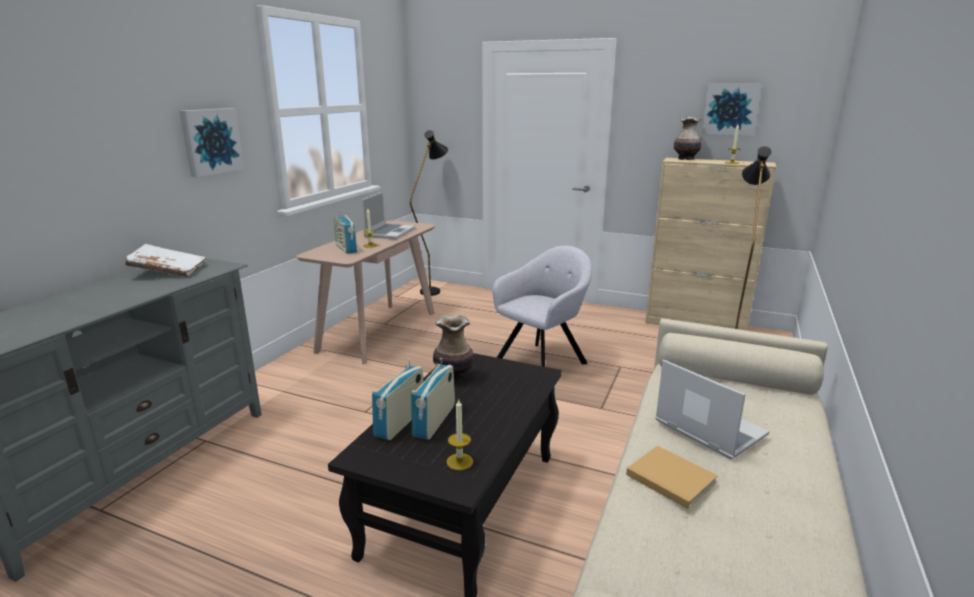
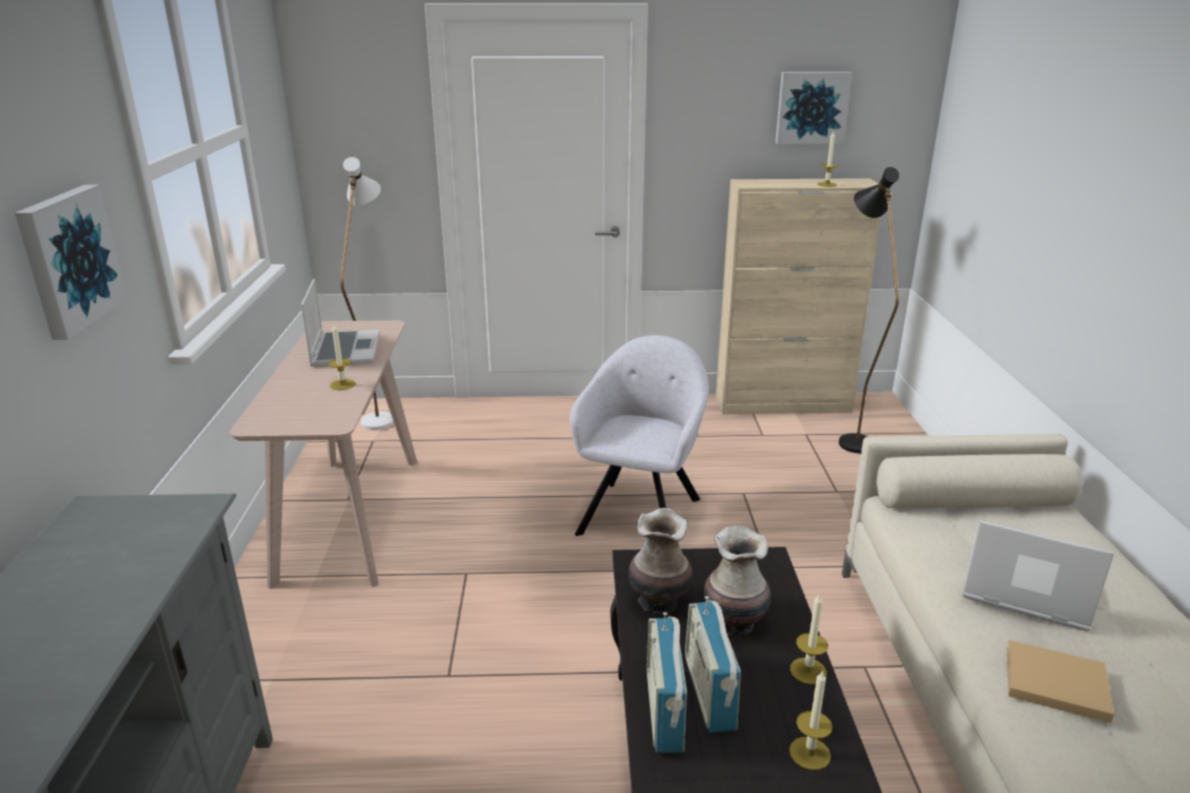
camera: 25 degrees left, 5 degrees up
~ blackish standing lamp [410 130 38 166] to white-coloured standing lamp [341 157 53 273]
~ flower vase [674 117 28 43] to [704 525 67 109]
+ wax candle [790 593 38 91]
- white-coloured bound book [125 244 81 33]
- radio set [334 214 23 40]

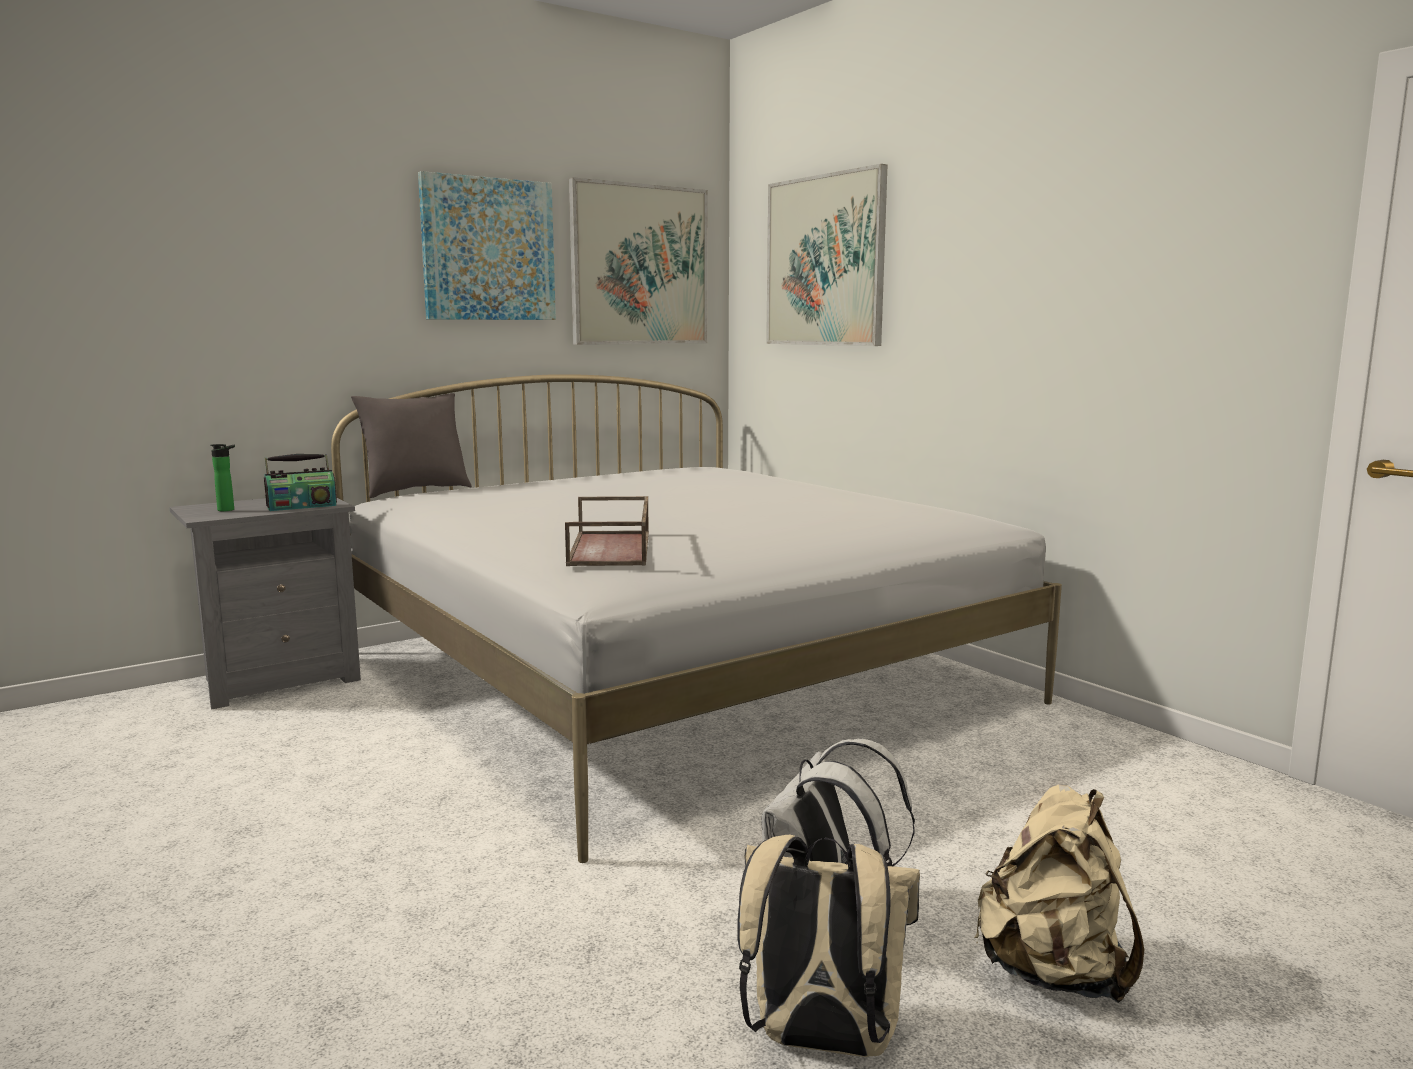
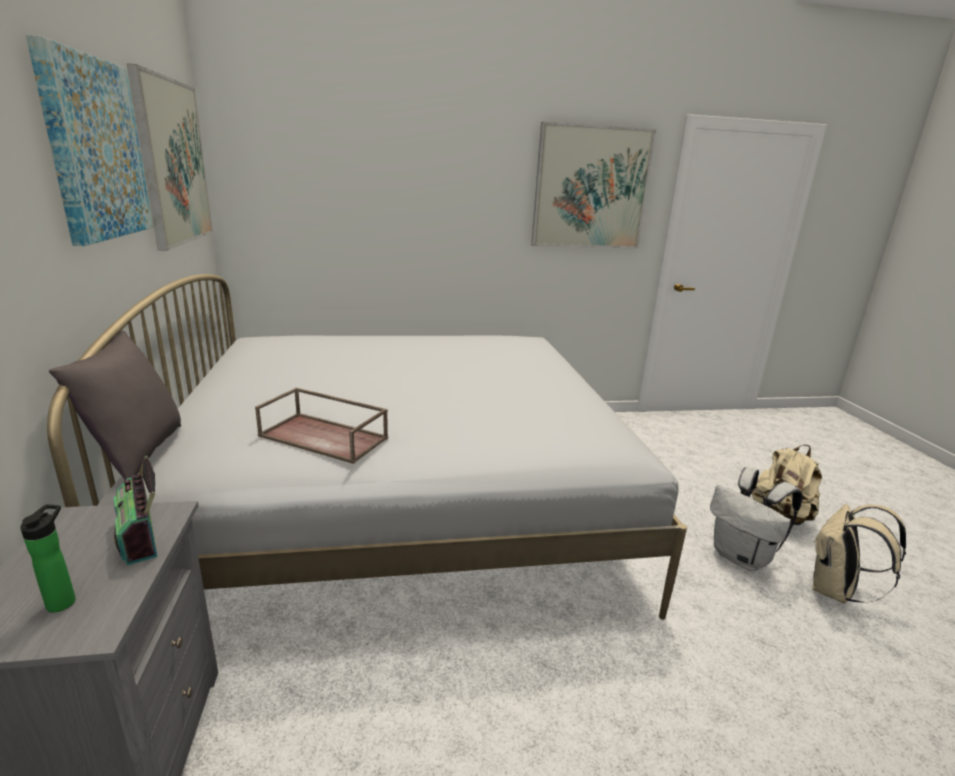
camera: 65 degrees left, 10 degrees up
~ radio set [264 454 73 57] = [114 456 43 109] 150 degrees clockwise
~ brown-coloured serving tray [565 496 84 70] to [255 388 133 76]
~ wall art [766 164 122 182] to [531 122 125 127]

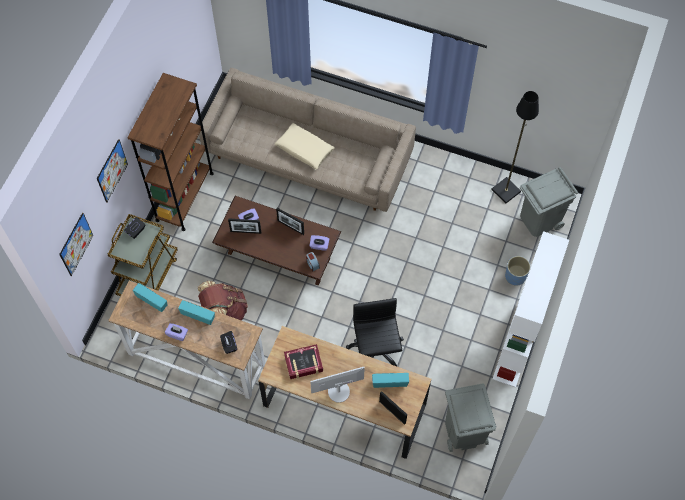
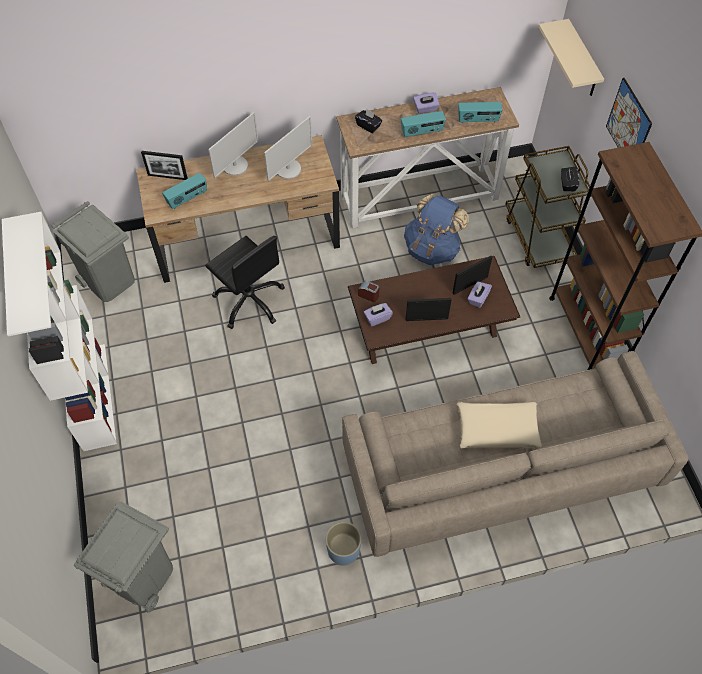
camera: 145 degrees right, 5 degrees down
~ bound book [284 344 39 35] to computer screen [264 116 48 65]
~ blue plant pot [505 256 26 29] to [325 522 36 44]
~ brown-coloured knapsack [198 280 50 41] to blue knapsack [404 194 65 71]
~ wall art [59 213 34 63] to beige-coloured wall shelf [538 19 66 77]
- blackish standing lamp [491 91 48 112]

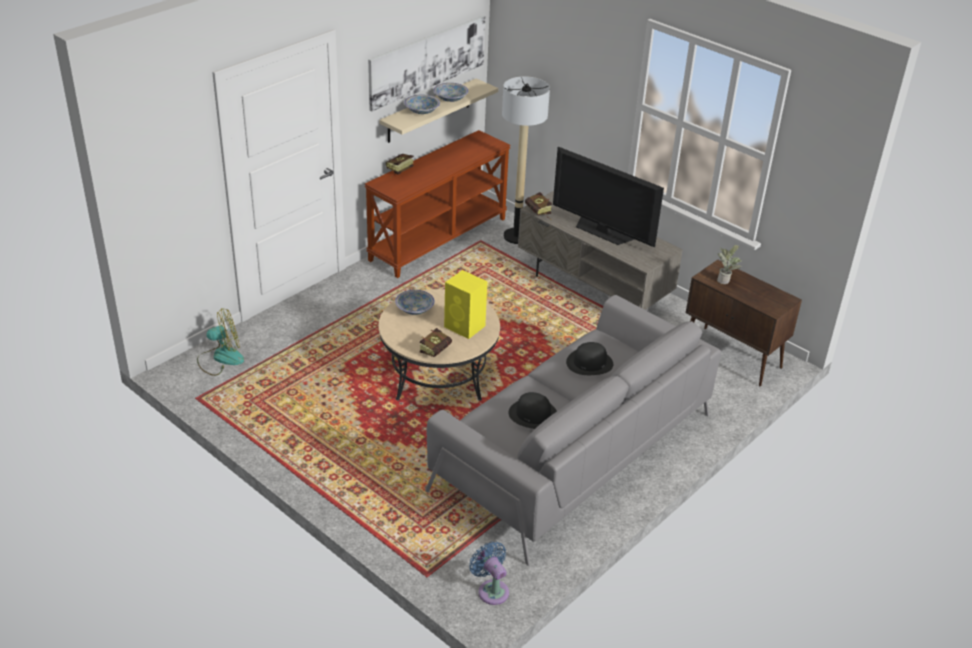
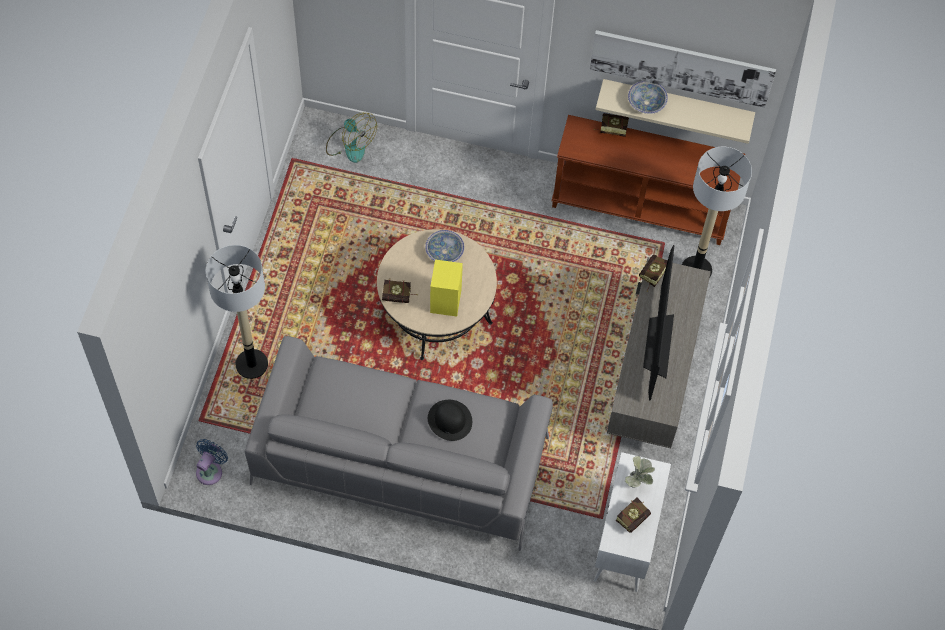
camera: 60 degrees right, 25 degrees up
+ standing lamp [206 245 62 134]
~ brown-coloured cupboard [686 260 116 126] to white-coloured cupboard [594 452 77 140]
+ bound book [616 498 35 35]
- deep dish [433 83 35 19]
- blackish wearable hat [509 392 48 37]

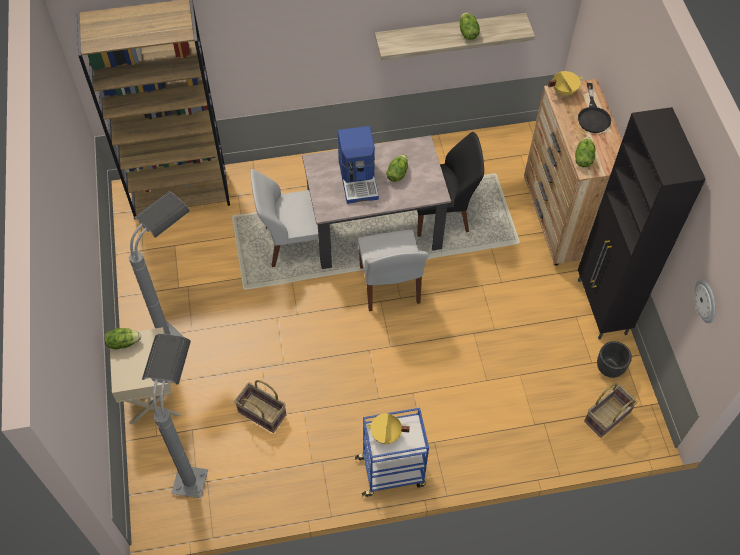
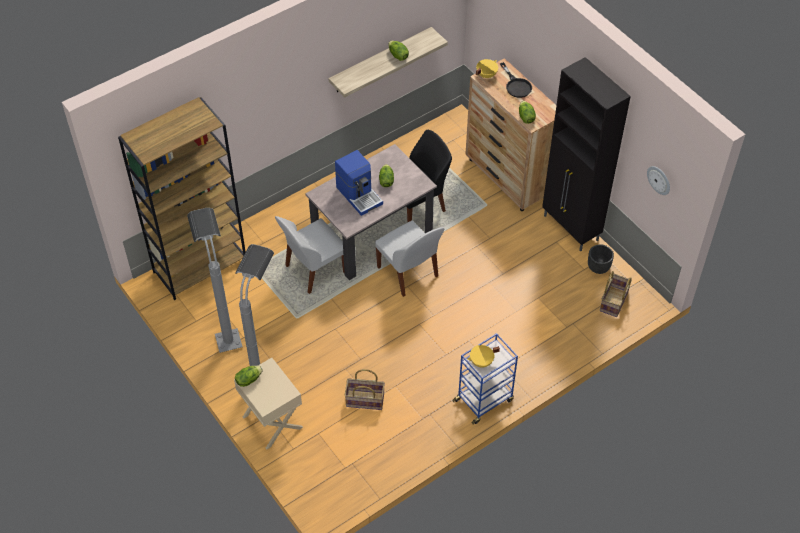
camera: 25 degrees left, 5 degrees down
~ gray standing lamp [142 334 66 164] to [187 208 55 145]

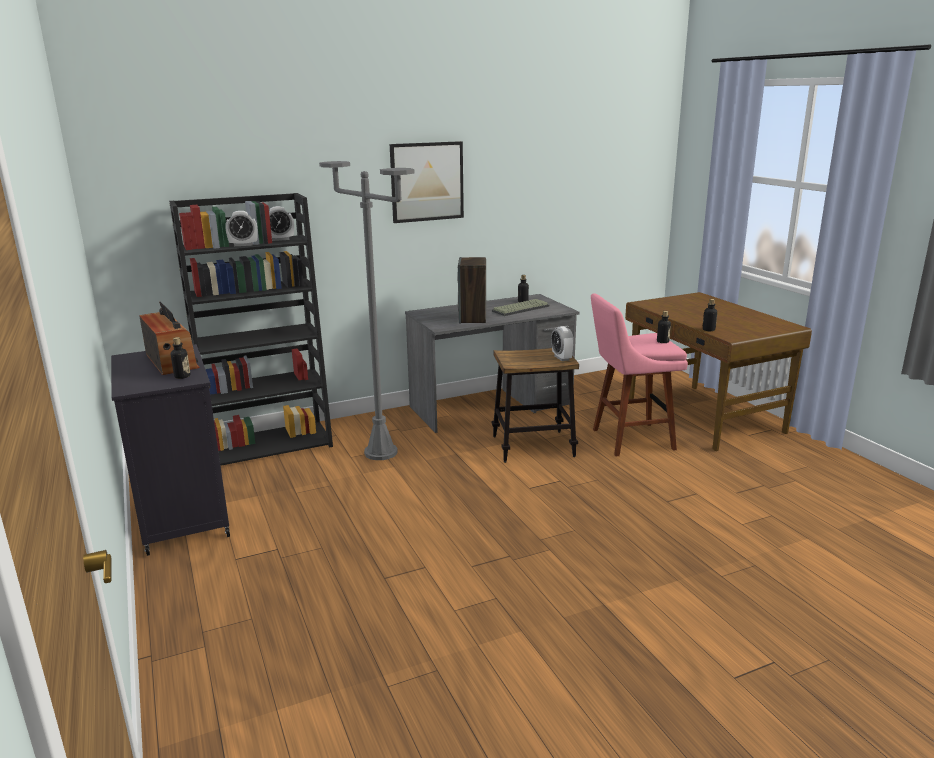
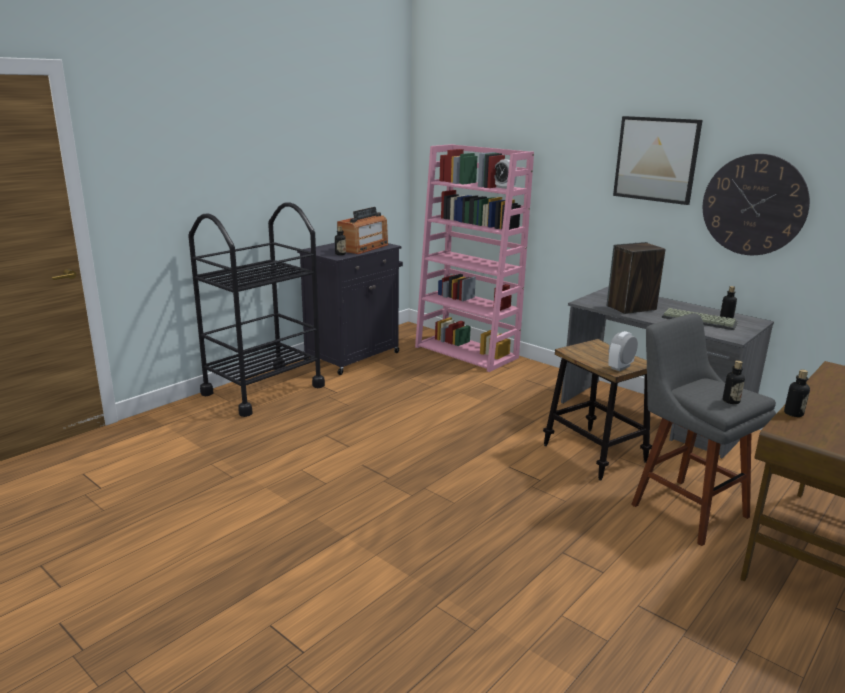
camera: 65 degrees right, 0 degrees up
+ blackish wheeled cart [188 202 137 215]
~ blackish shelving unit [169 193 164 273] to pinkish shelving unit [415 144 119 228]
~ pinkish stool [591 293 97 164] to gray stool [631 313 145 233]
+ hanging clock [703 154 107 101]
- bedside clock [225 211 33 35]
- gray standing lamp [319 161 95 299]

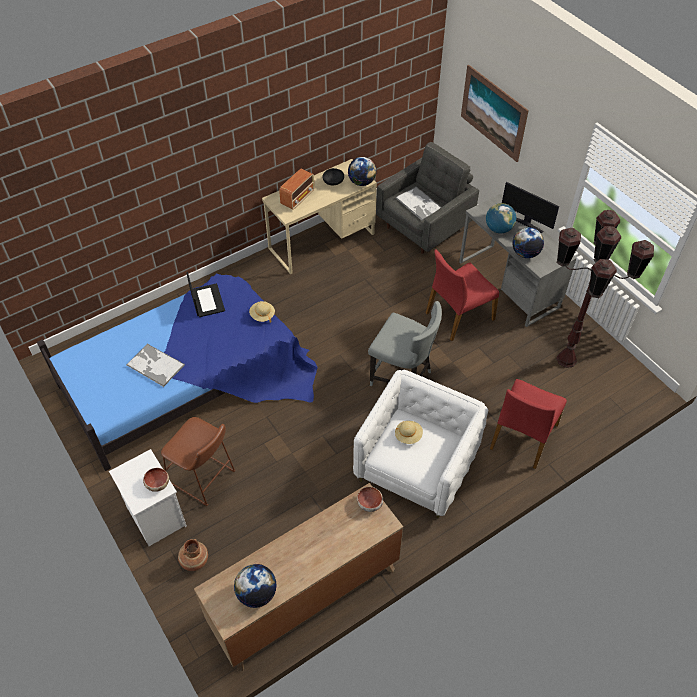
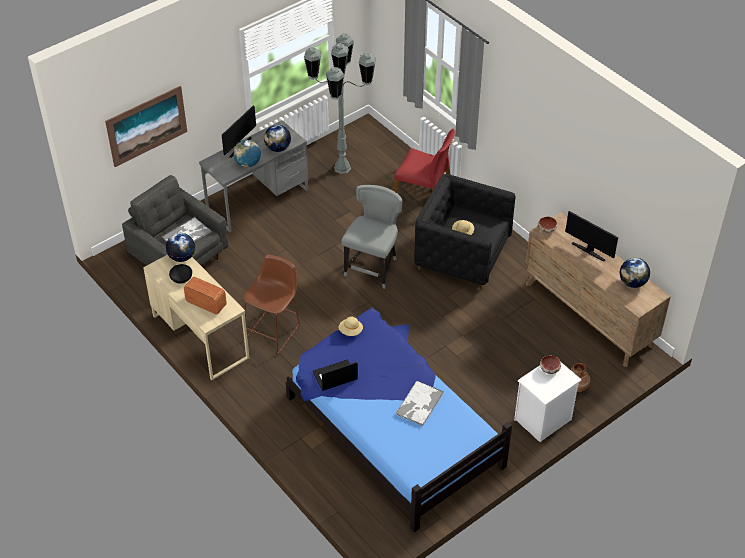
camera: 95 degrees left, 5 degrees down
~ brown-coloured stool [161 417 75 89] to [243 255 57 100]
~ brown-coloured standing lamp [556 210 98 158] to gray standing lamp [304 33 72 141]
~ white-coloured easy chair [353 370 135 149] to blackish easy chair [414 174 102 116]
+ computer screen [565 211 53 50]
- red upright chair [426 250 73 91]

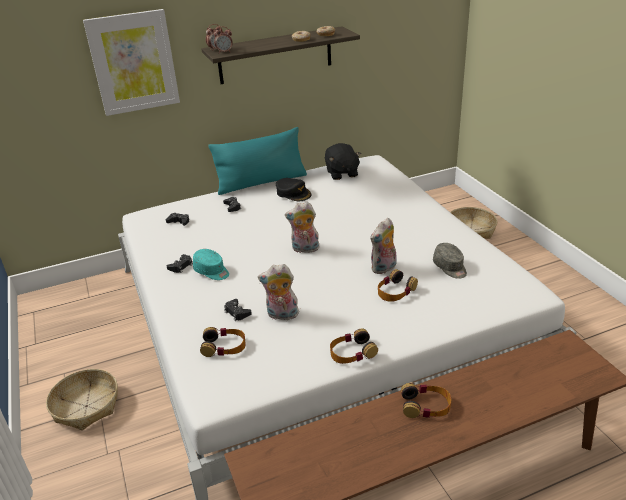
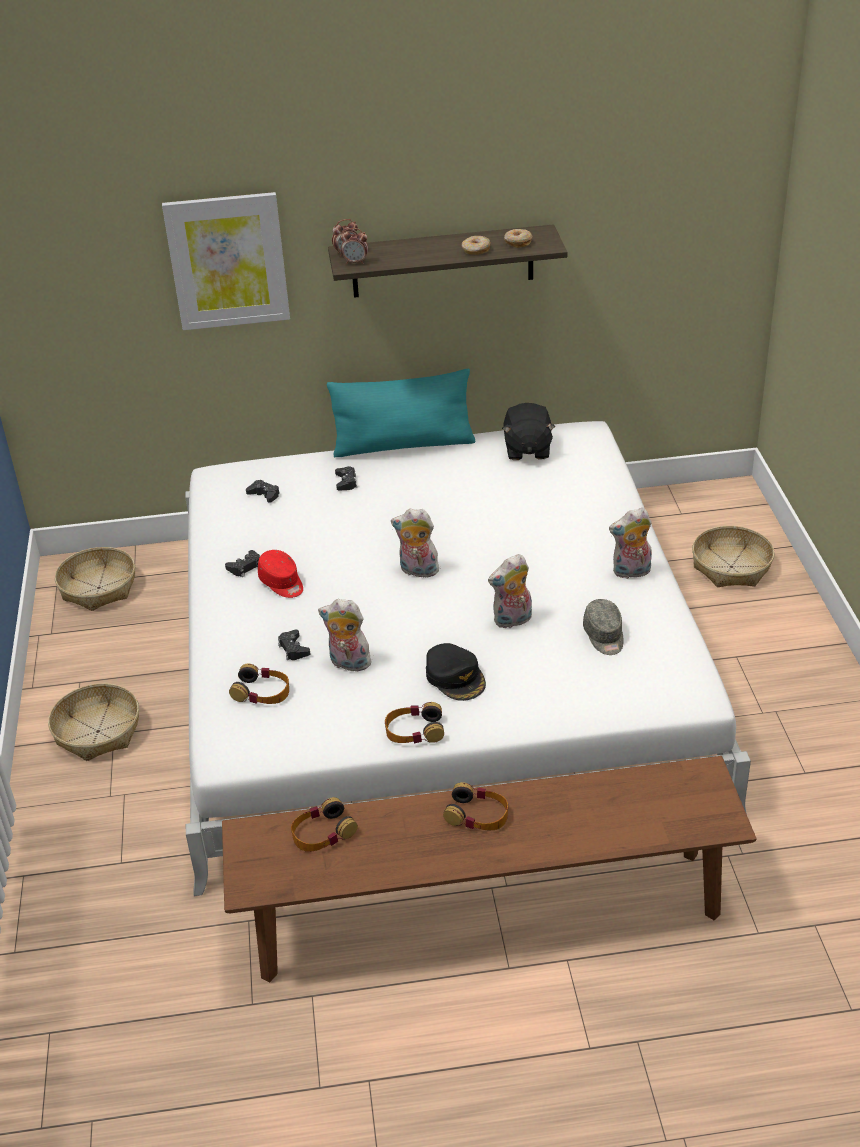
camera: 15 degrees right, 5 degrees up
+ basket [55 547 80 64]
~ turquoise-coloured cap [193 249 36 31] to red cap [258 550 45 48]
~ headphones [378 269 40 33] to [291 797 67 55]
~ blackish cap [276 178 35 23] to [426 643 60 58]
+ plush toy [609 508 43 71]

